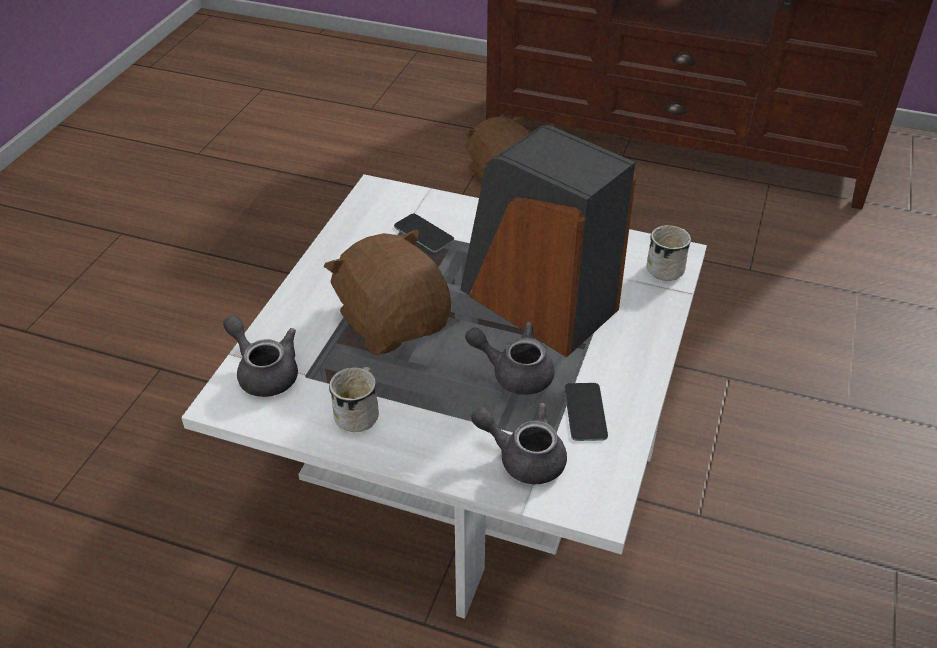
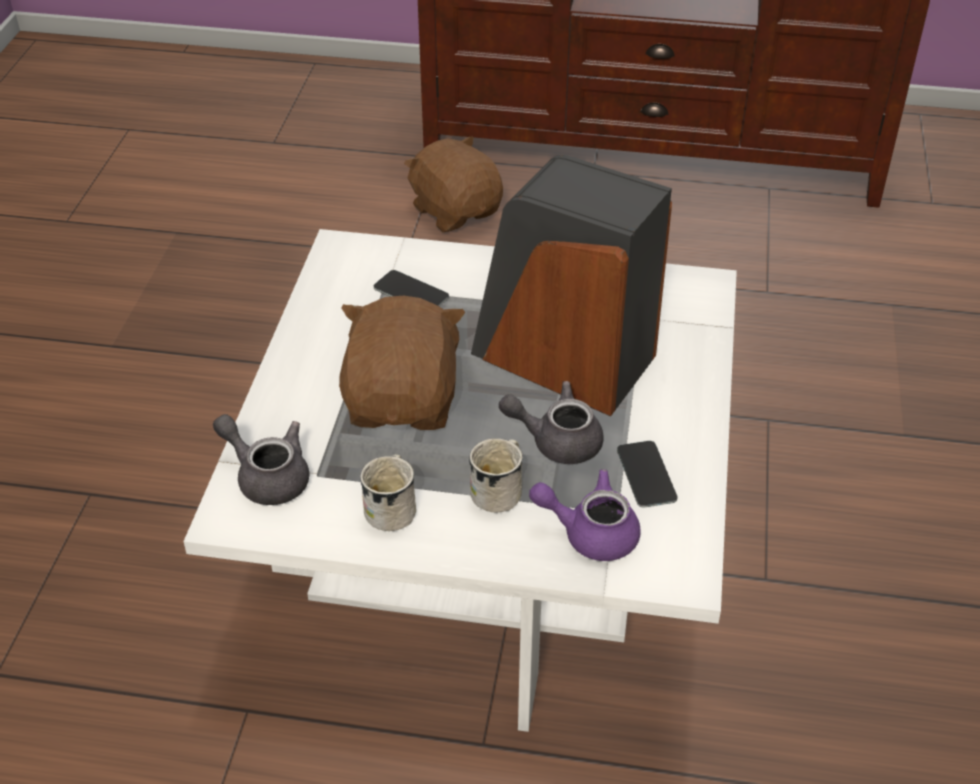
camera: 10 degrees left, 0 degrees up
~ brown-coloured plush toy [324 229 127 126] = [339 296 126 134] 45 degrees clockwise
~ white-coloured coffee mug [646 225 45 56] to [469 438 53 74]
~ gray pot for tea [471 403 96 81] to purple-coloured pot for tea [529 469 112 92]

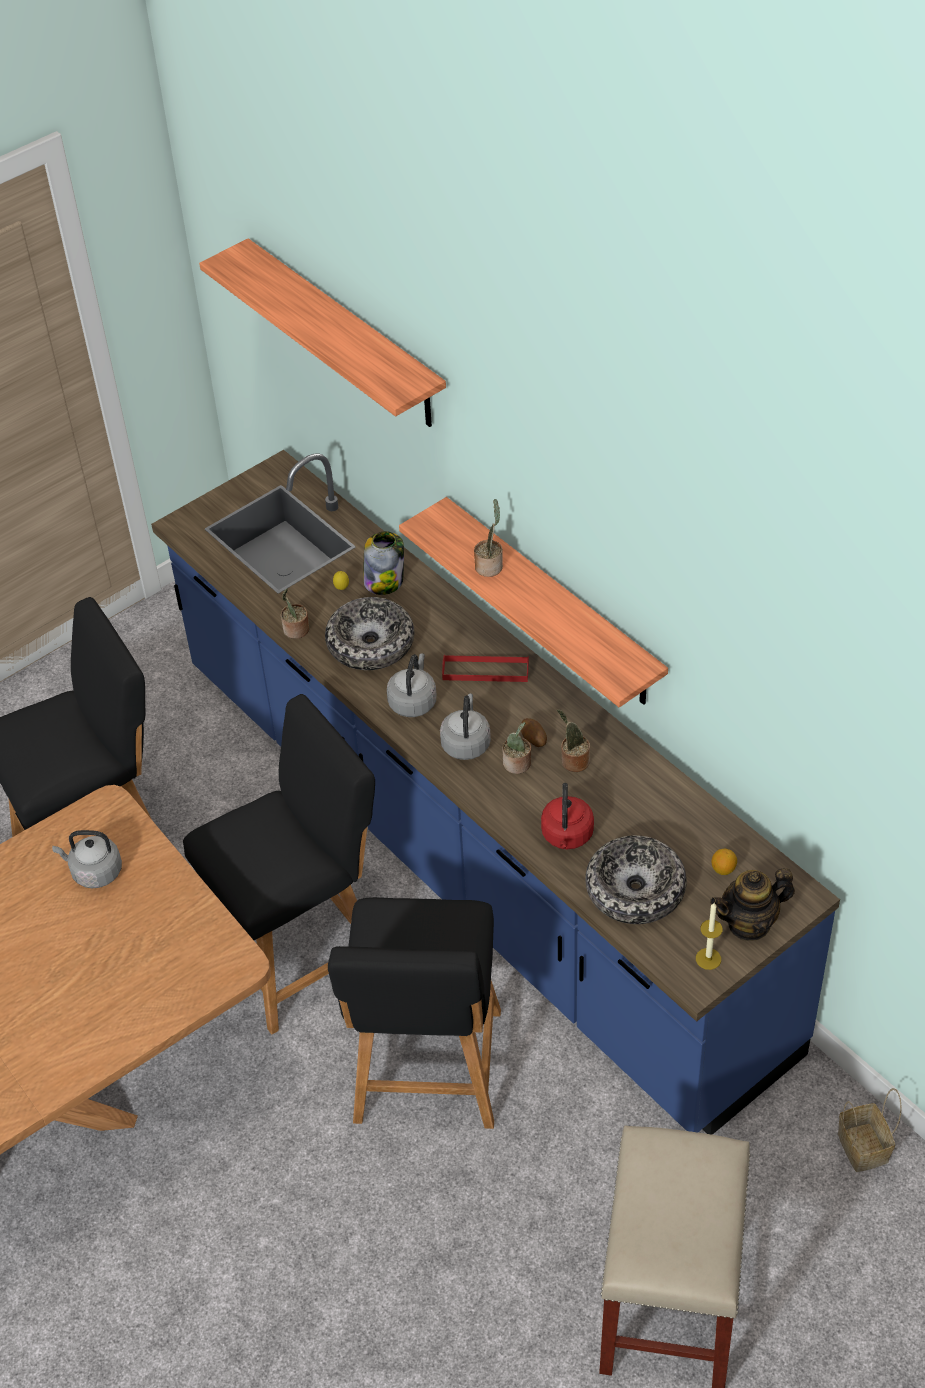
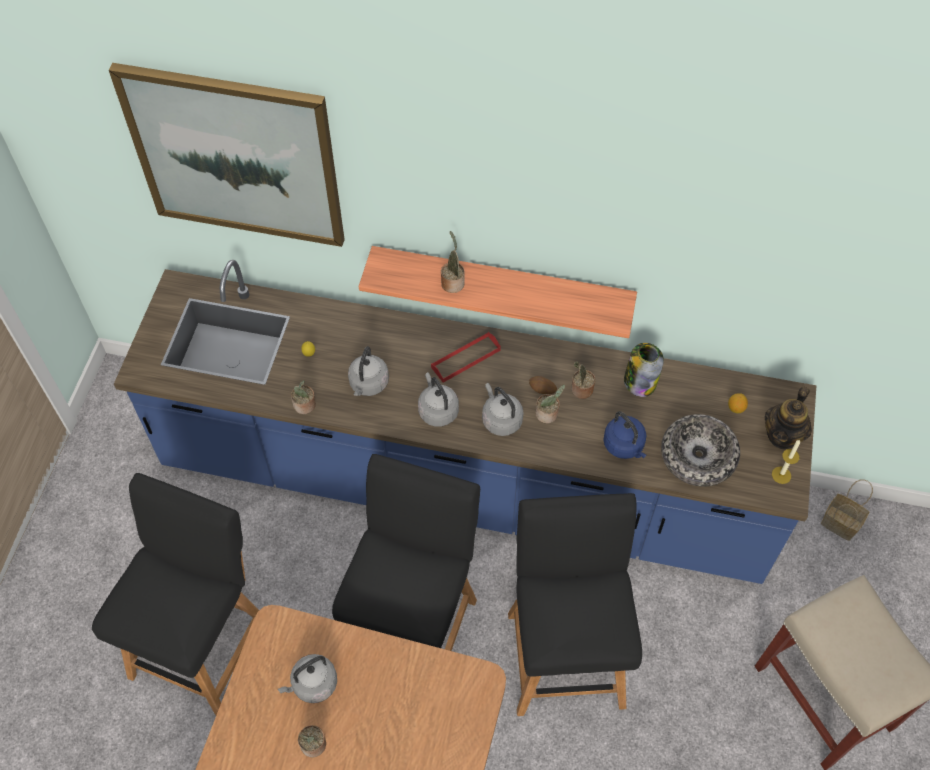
camera: 40 degrees left, 10 degrees up
~ wall shelf [199 238 247 189] to wall art [109 63 236 184]
+ potted plant [298 725 28 32]
~ deep dish [325 597 89 73] to gray water kettle [348 346 41 50]
~ blackish upright chair [328 897 173 232] = [508 493 134 223] 150 degrees counterclockwise
~ red water kettle [541 783 53 66] to blue water kettle [603 411 43 48]
~ preserve jar [363 531 41 64] to [624 343 40 54]

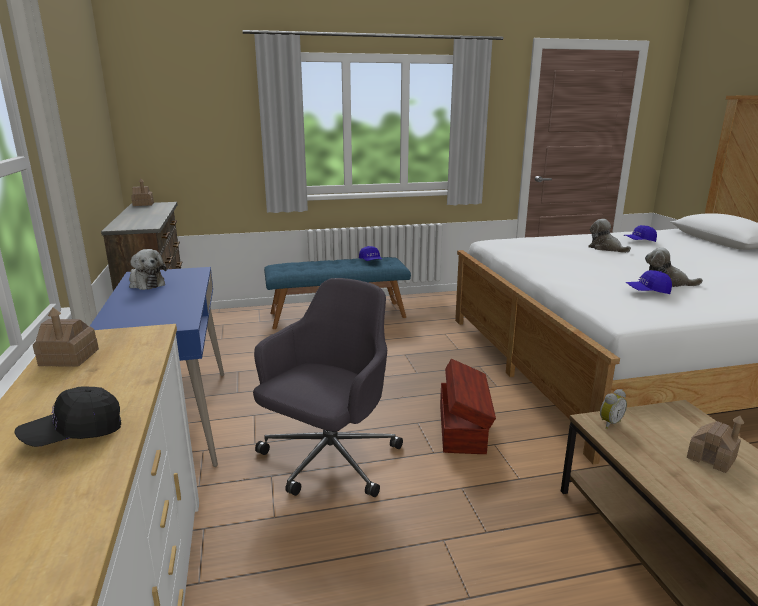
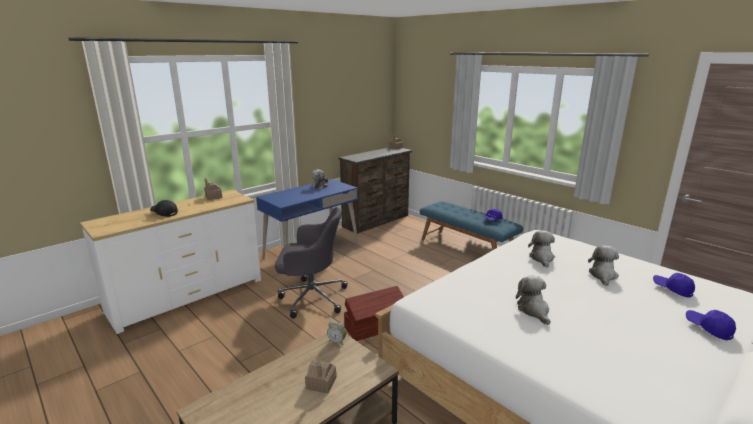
camera: 60 degrees right, 0 degrees up
+ plush toy [528 230 27 38]
~ blue cap [626 270 46 24] to [686 310 50 31]

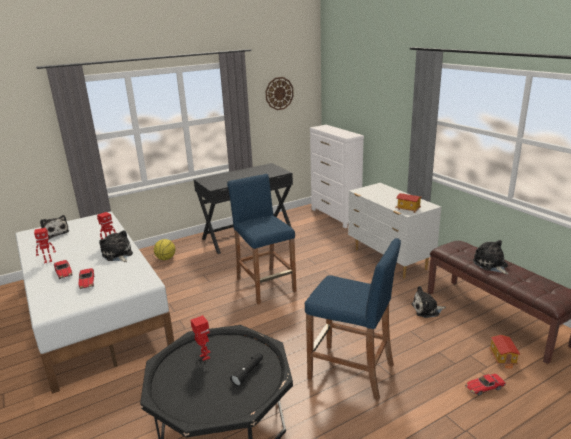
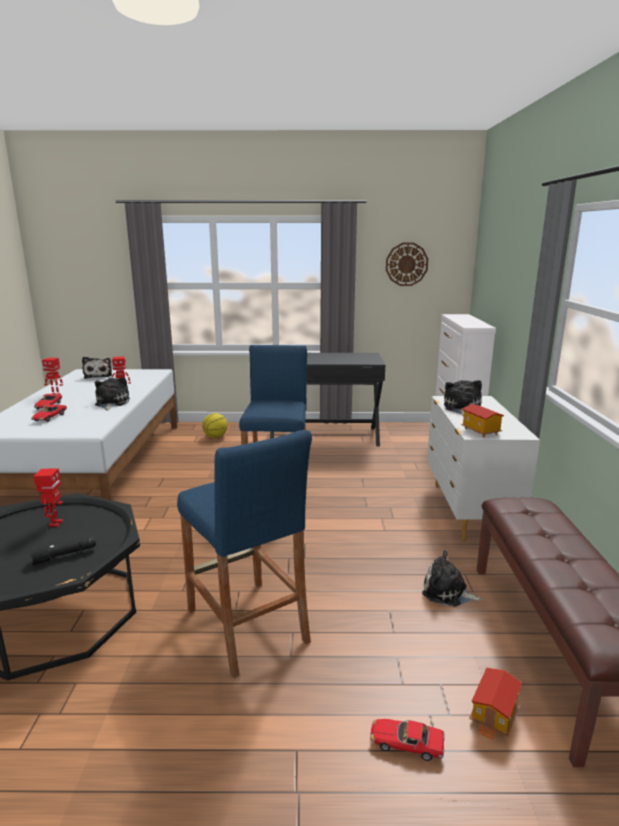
camera: 30 degrees right, 5 degrees down
~ plush toy [473 240 36 35] to [444 380 38 36]

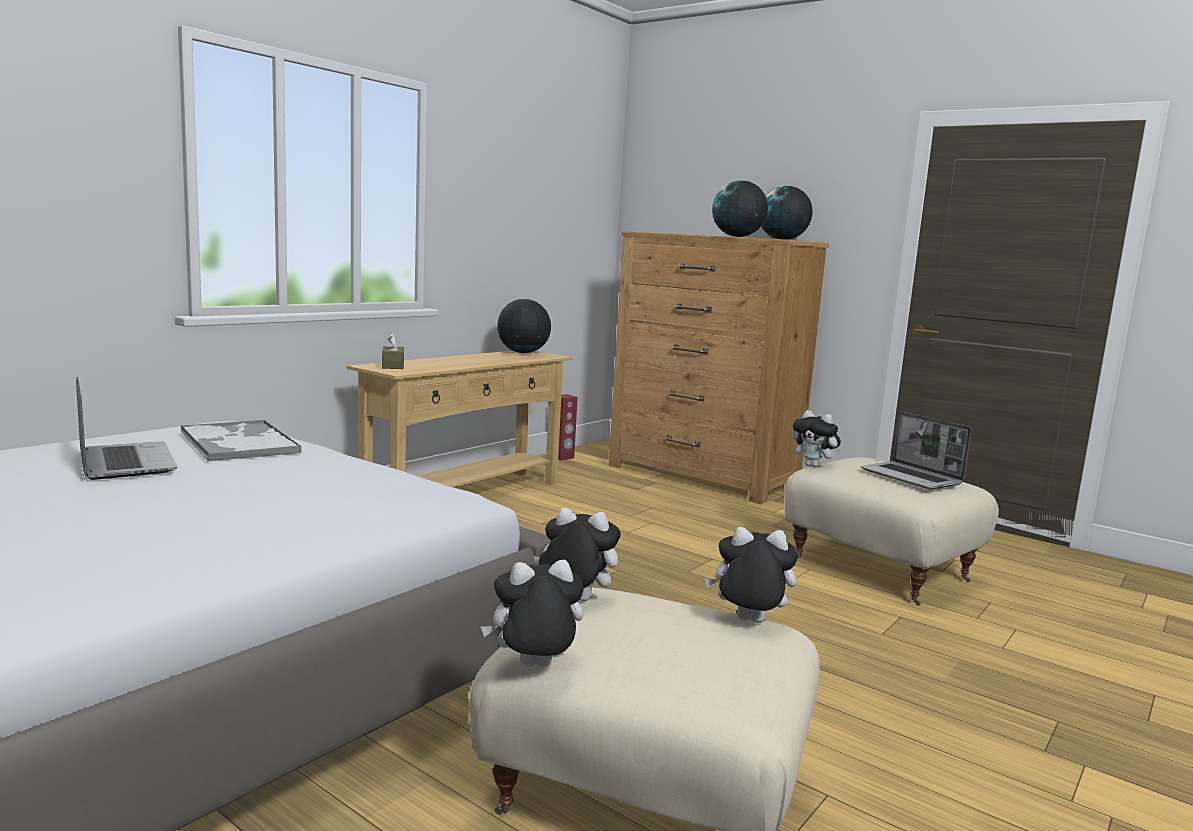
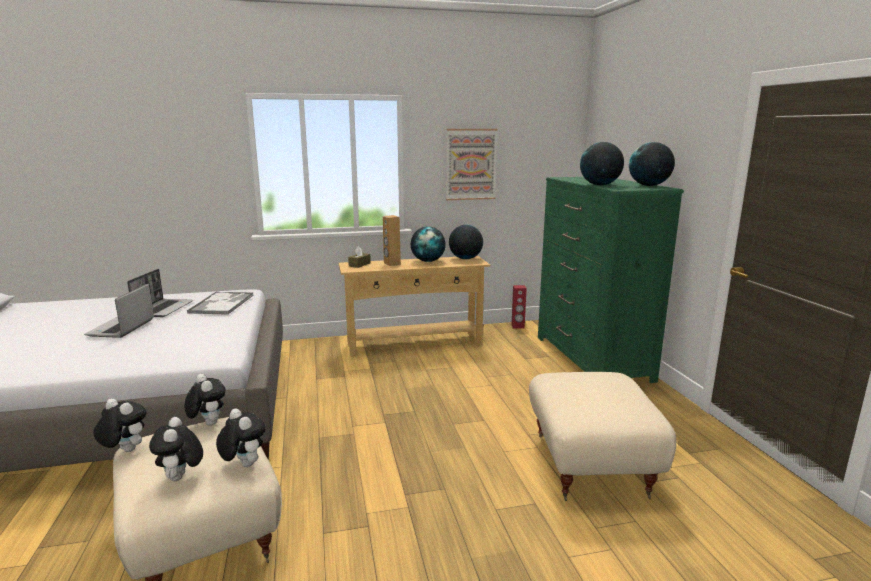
camera: 40 degrees right, 5 degrees up
~ portable computer [860 412 111 78] to [84 284 70 54]
~ plush toy [793 410 49 58] to [149 417 54 64]
+ brown-coloured audio speaker [383 215 18 51]
+ globe [411 226 35 36]
+ wall art [446 129 52 71]
~ brown-coloured chest of drawers [609 231 220 273] to green-coloured chest of drawers [538 177 146 206]

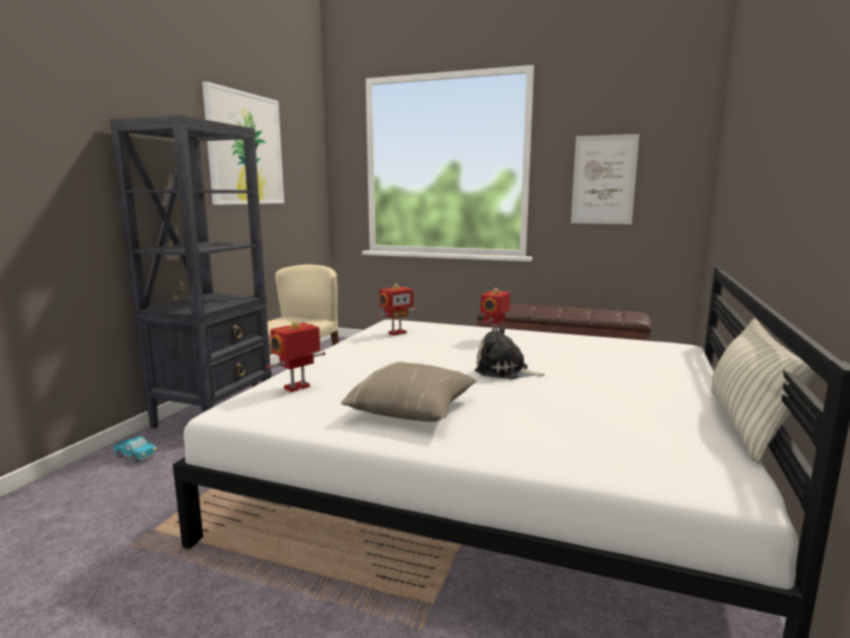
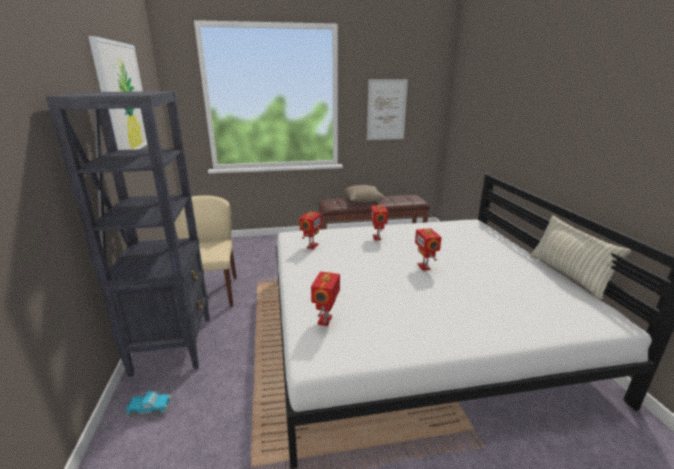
camera: 30 degrees left, 10 degrees up
~ beige-coloured cushion [341 362 136 60] to [344 185 41 18]
~ plush toy [475 325 70 55] to toy robot [415 228 27 43]

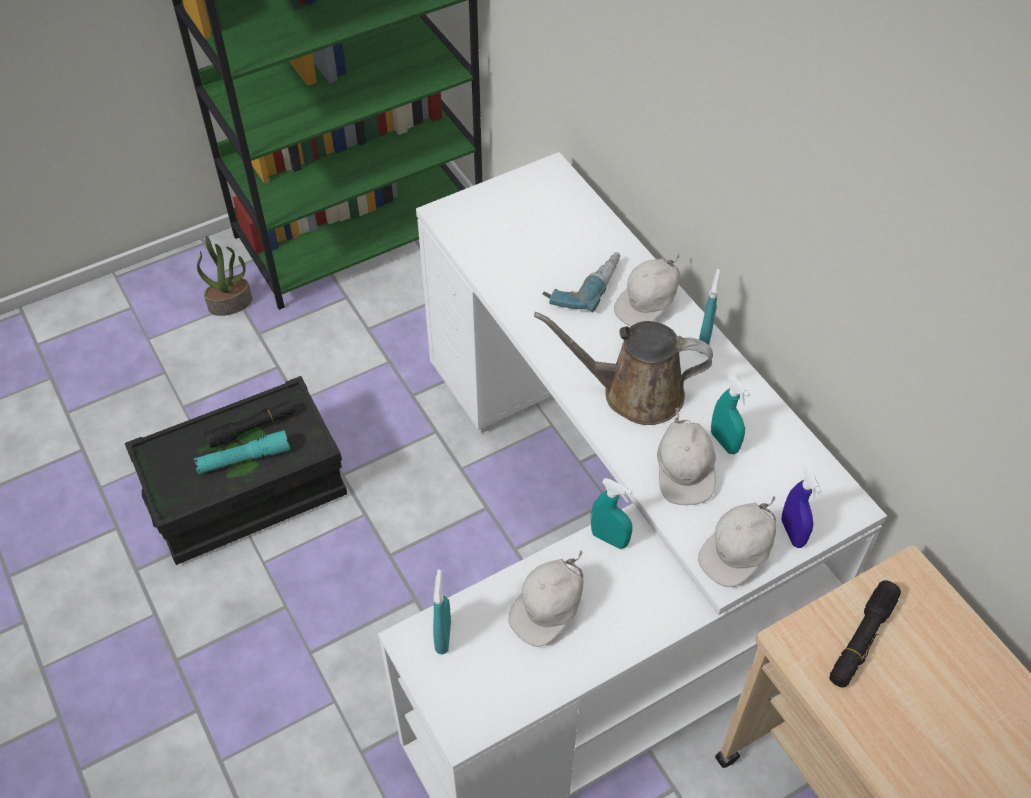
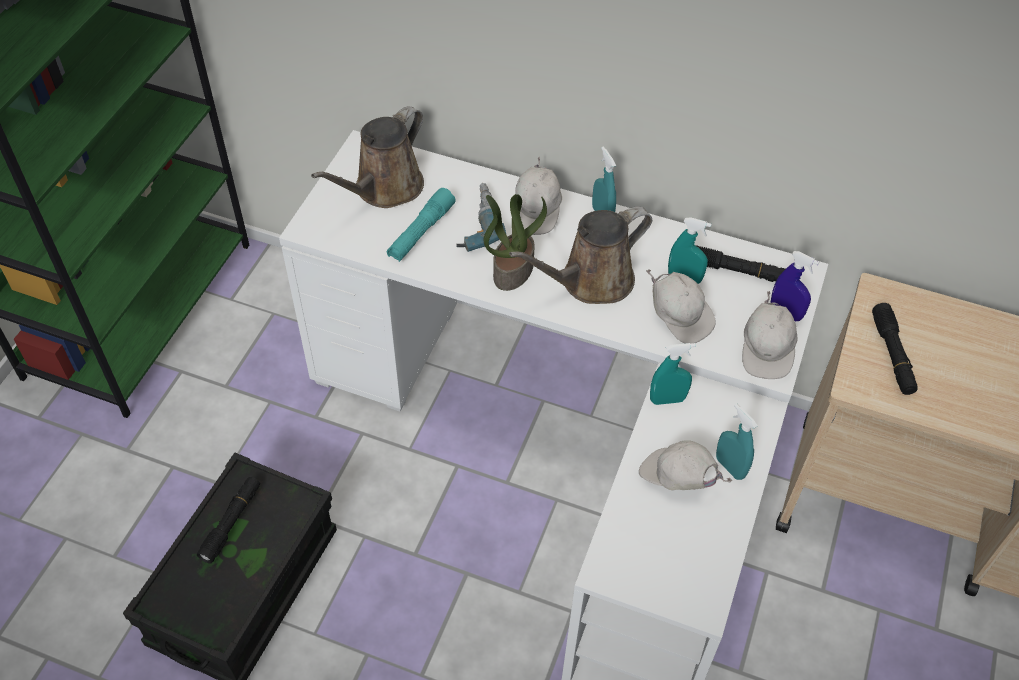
camera: 40 degrees left, 0 degrees up
+ brown-coloured watering pot [311 106 113 102]
~ turquoise-coloured torch [194 430 96 44] to [387 188 69 74]
~ potted plant [197 236 55 80] to [484 194 63 97]
~ white-coloured cap [508 551 76 96] = [639 440 93 50] 120 degrees clockwise
+ blackish torch [695 245 90 37]
~ turquoise-coloured spray bottle [433 569 18 85] to [716 404 42 76]

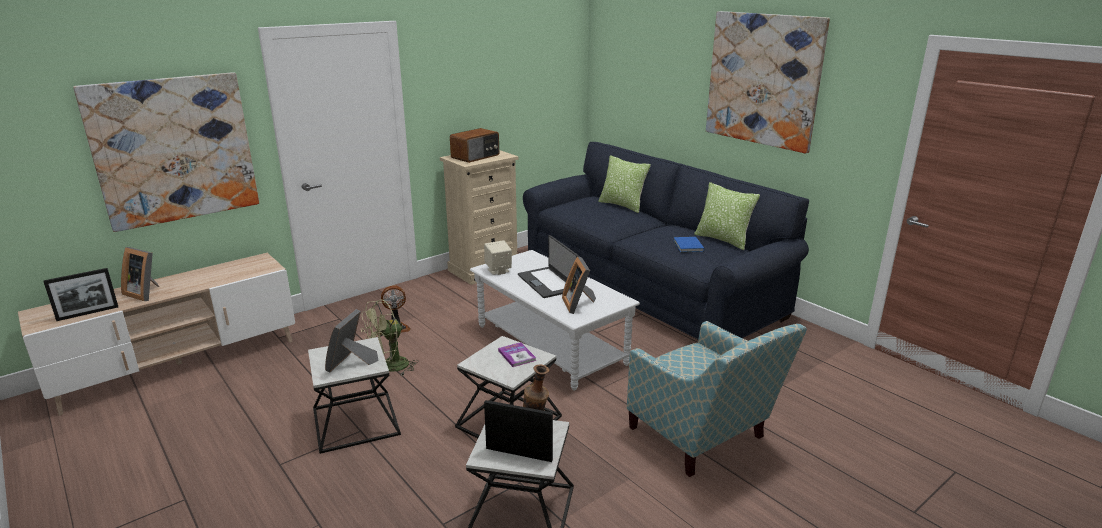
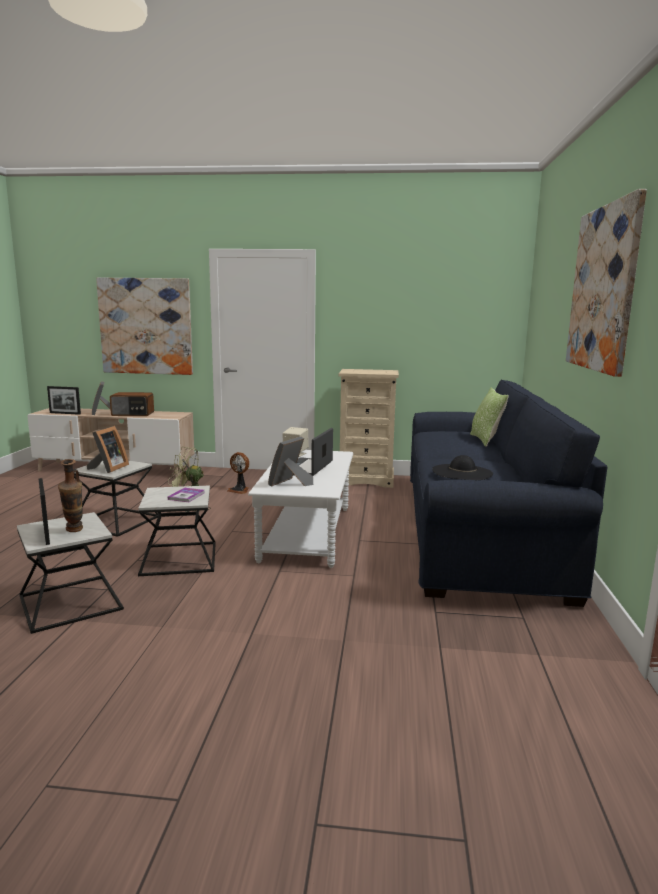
camera: 45 degrees right, 10 degrees down
~ picture frame [325 309 54 63] = [87 426 42 47] 135 degrees clockwise
~ radio set [450 128 49 35] to [110 392 44 24]
~ blue bound book [673 237 31 15] to blackish wearable hat [432 455 61 25]
- easy chair [627 321 180 156]
- cushion [694 182 66 68]

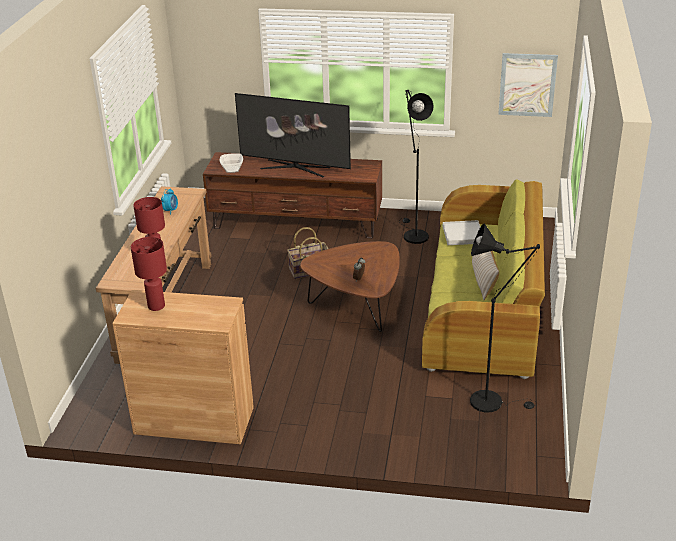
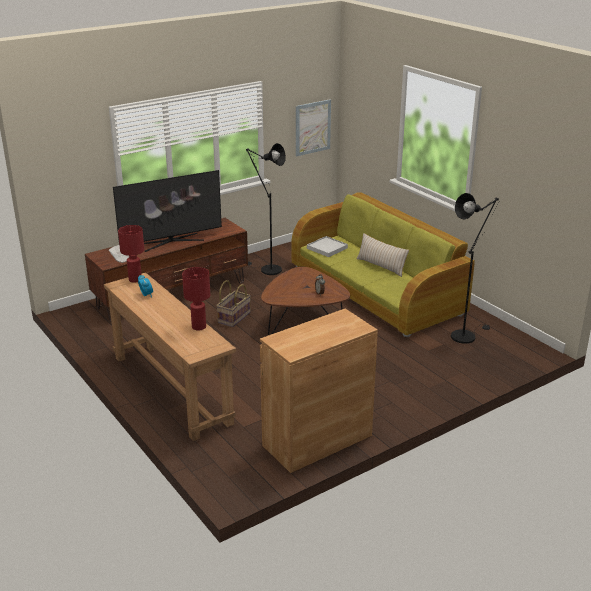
camera: 45 degrees left, 5 degrees down
~ red lamp for a table [131 237 36 74] to [118 225 27 58]

